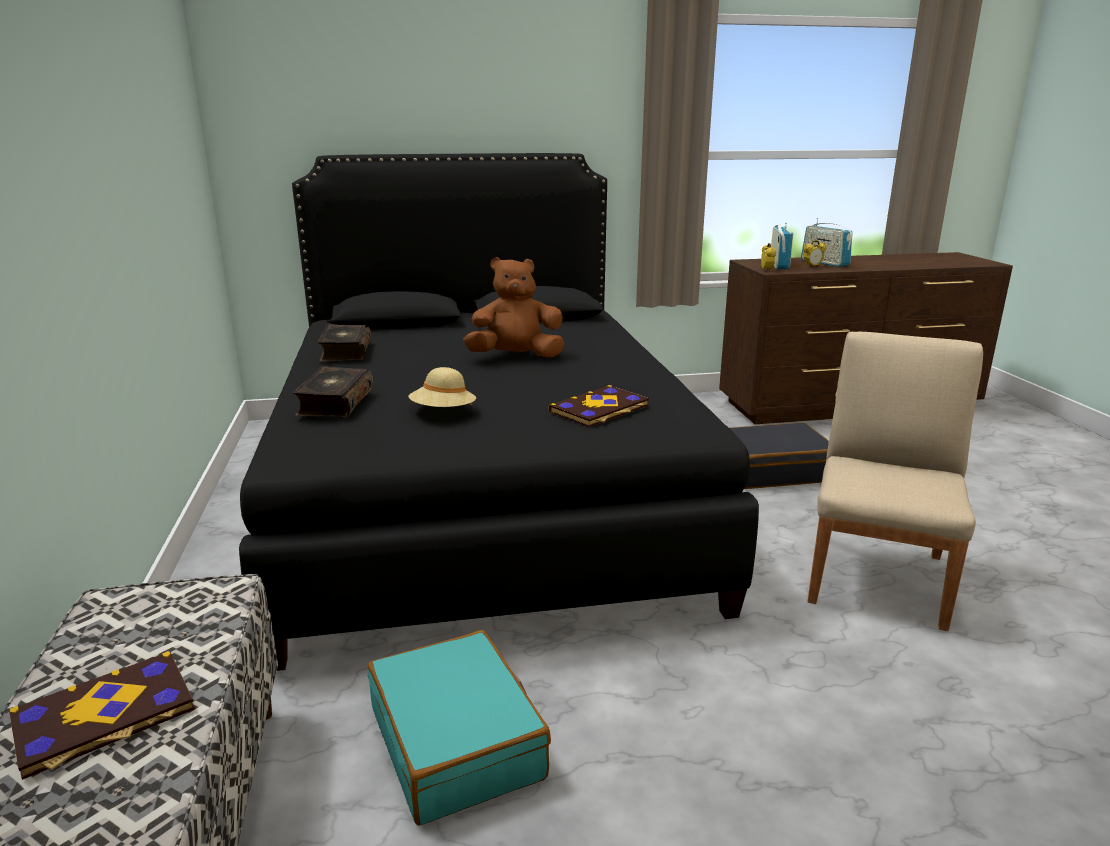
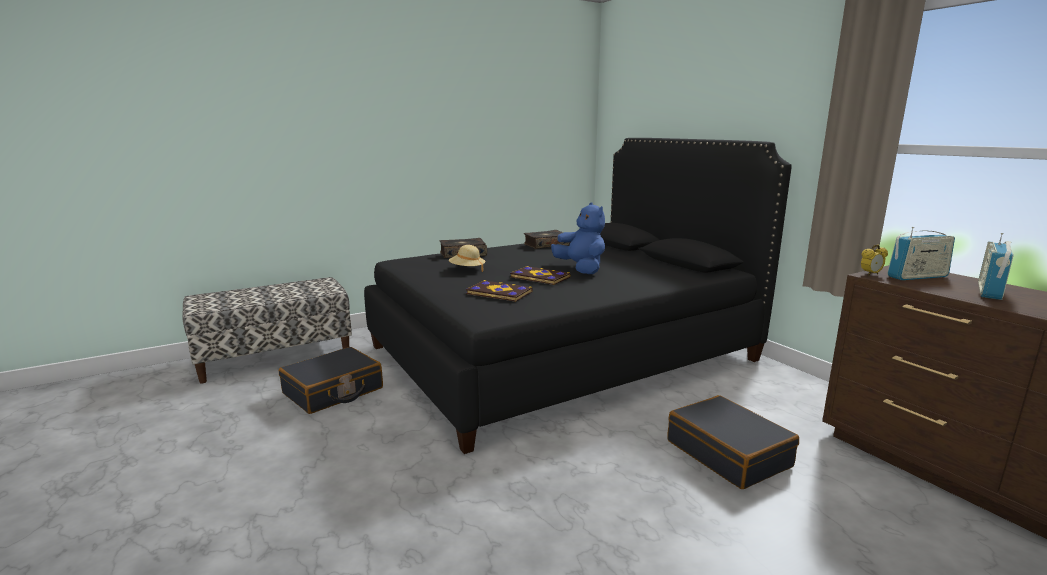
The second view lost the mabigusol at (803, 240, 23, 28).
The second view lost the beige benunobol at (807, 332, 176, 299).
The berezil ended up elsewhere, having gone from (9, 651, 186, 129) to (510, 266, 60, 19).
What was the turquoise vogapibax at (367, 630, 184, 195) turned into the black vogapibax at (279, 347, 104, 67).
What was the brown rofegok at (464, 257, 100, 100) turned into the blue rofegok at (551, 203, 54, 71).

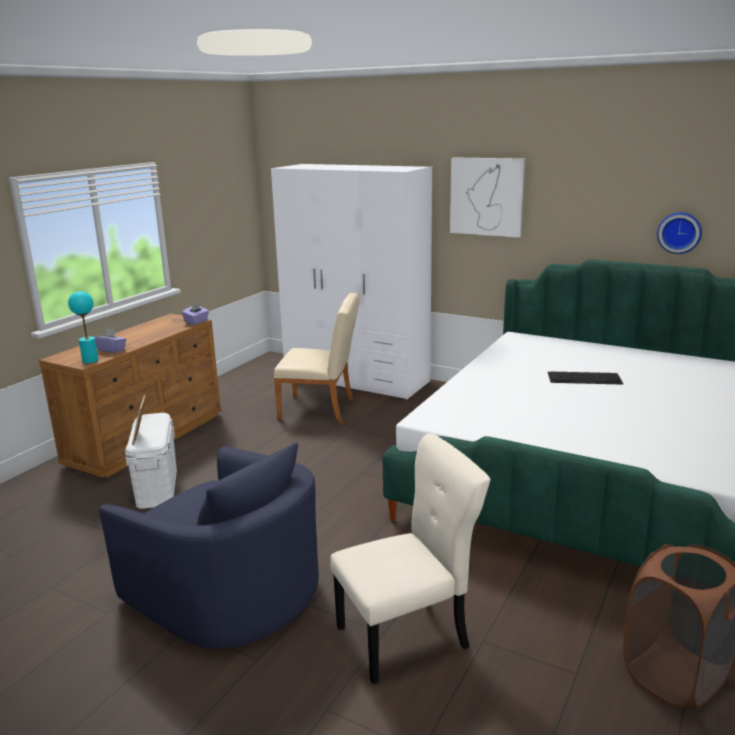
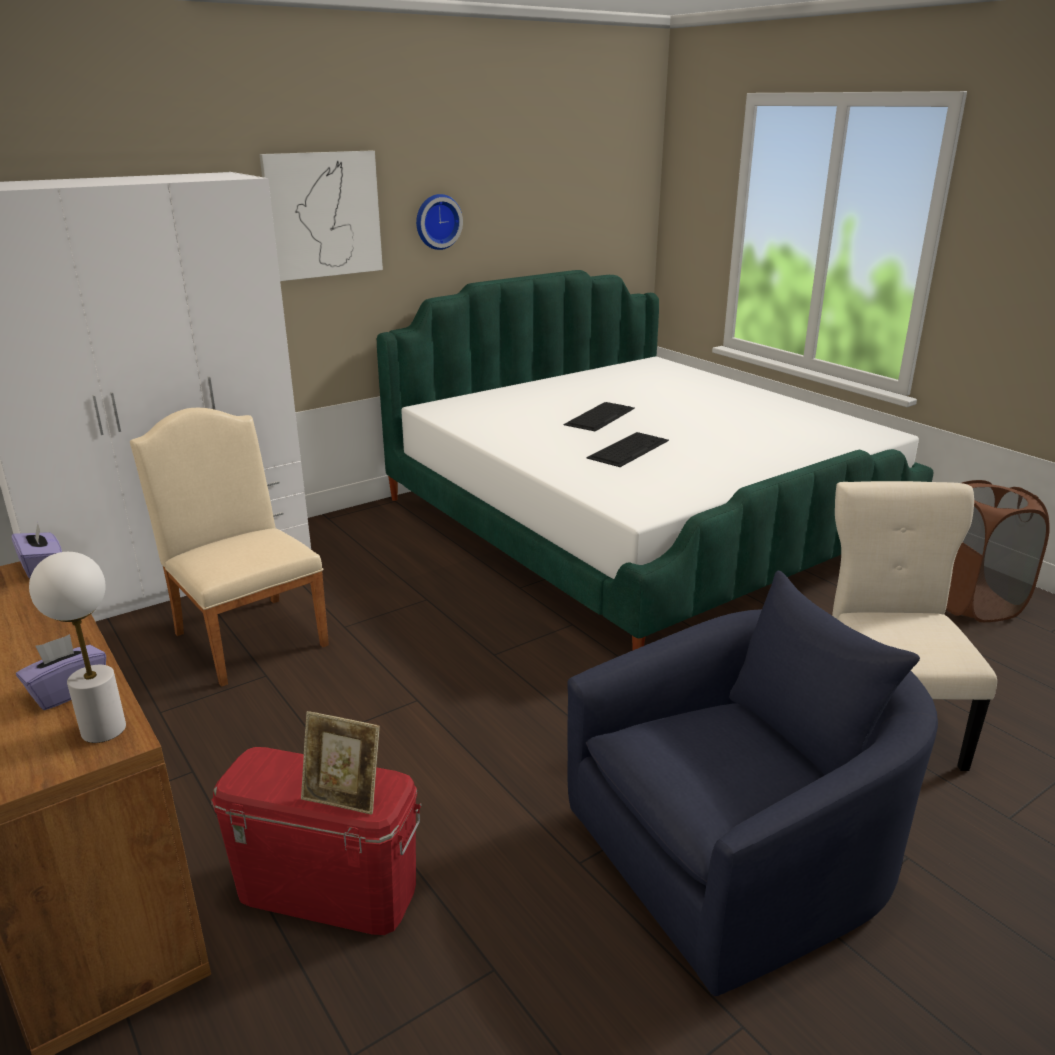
The second view gained the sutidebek at (586, 432, 83, 35).
The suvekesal ended up elsewhere, having gone from (657, 212, 45, 42) to (416, 194, 47, 56).
What was the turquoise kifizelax at (68, 291, 30, 72) turned into the white kifizelax at (29, 552, 97, 191).
What was the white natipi at (125, 413, 52, 95) turned into the red natipi at (211, 747, 210, 188).
The beige benunobol at (274, 293, 86, 131) ended up facing another way, 75 degrees counterclockwise from before.

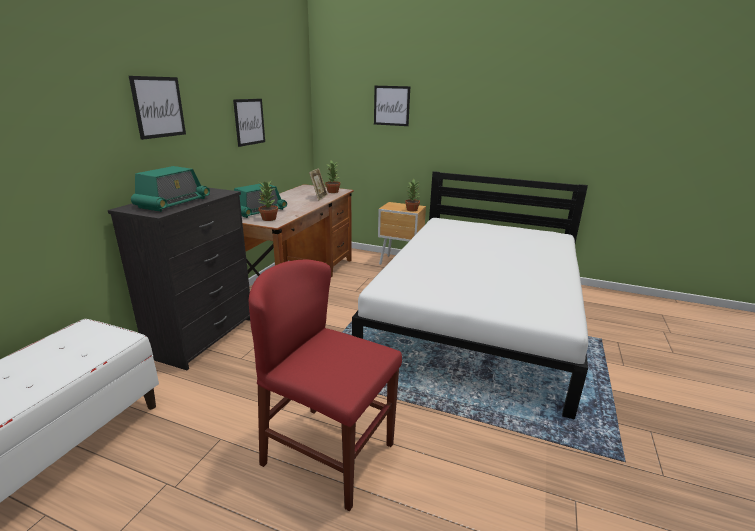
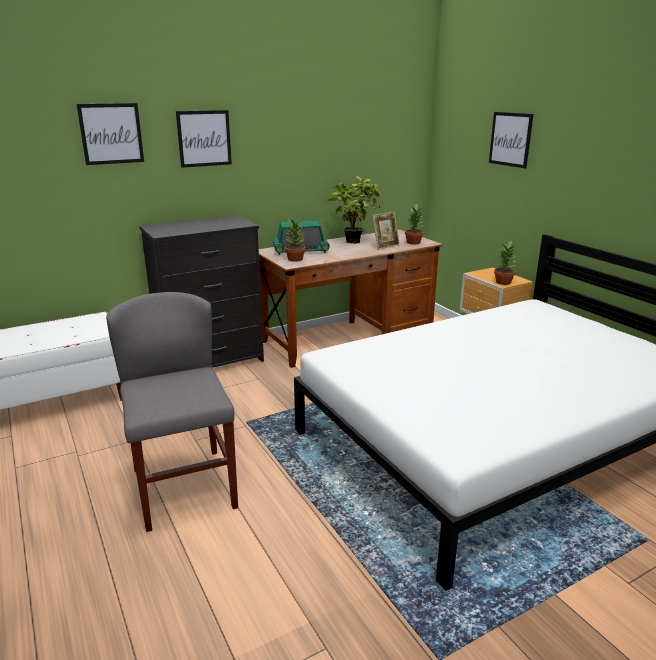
The second view lost the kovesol at (131, 166, 79, 46).
The second view gained the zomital at (328, 176, 54, 68).
The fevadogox ended up elsewhere, having gone from (233, 99, 32, 48) to (77, 103, 67, 62).
What was the red benunobol at (249, 259, 153, 252) turned into the grey benunobol at (106, 292, 132, 240).

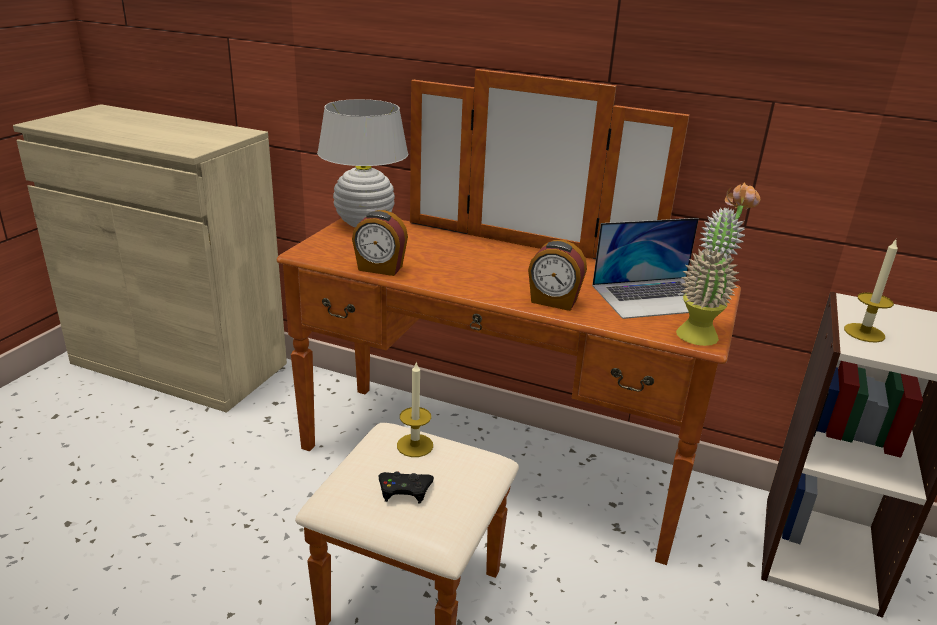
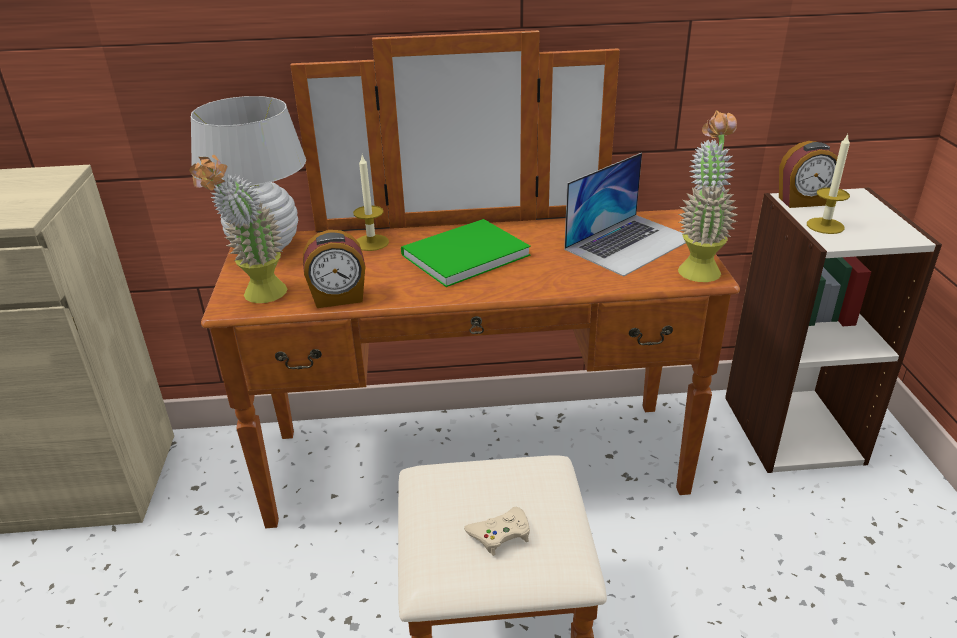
The second view gained the zomital at (189, 155, 98, 148).
The second view gained the green berezil at (401, 219, 130, 68).
The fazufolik ended up elsewhere, having gone from (397, 362, 36, 95) to (353, 155, 36, 96).
The mabigusol ended up elsewhere, having gone from (528, 240, 59, 71) to (779, 141, 59, 67).
What was the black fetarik at (379, 471, 55, 32) turned into the beige fetarik at (464, 507, 66, 49).

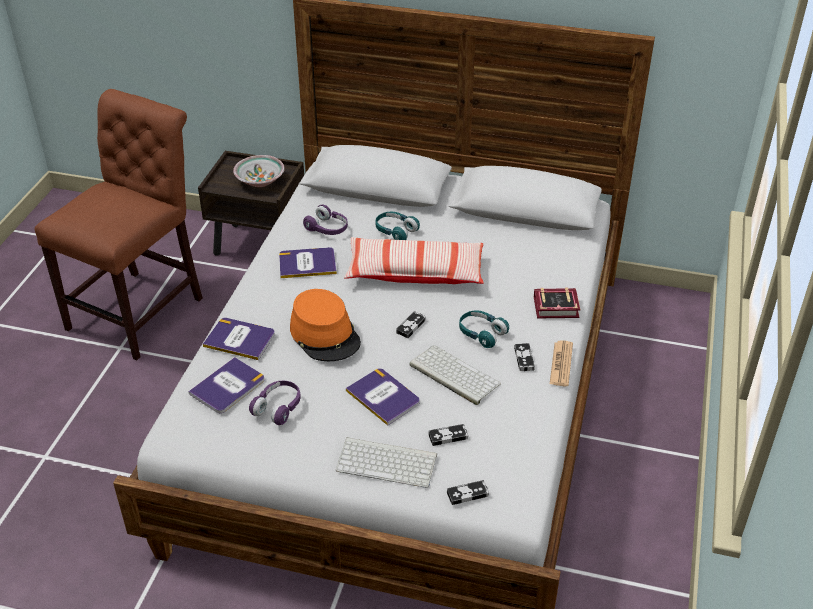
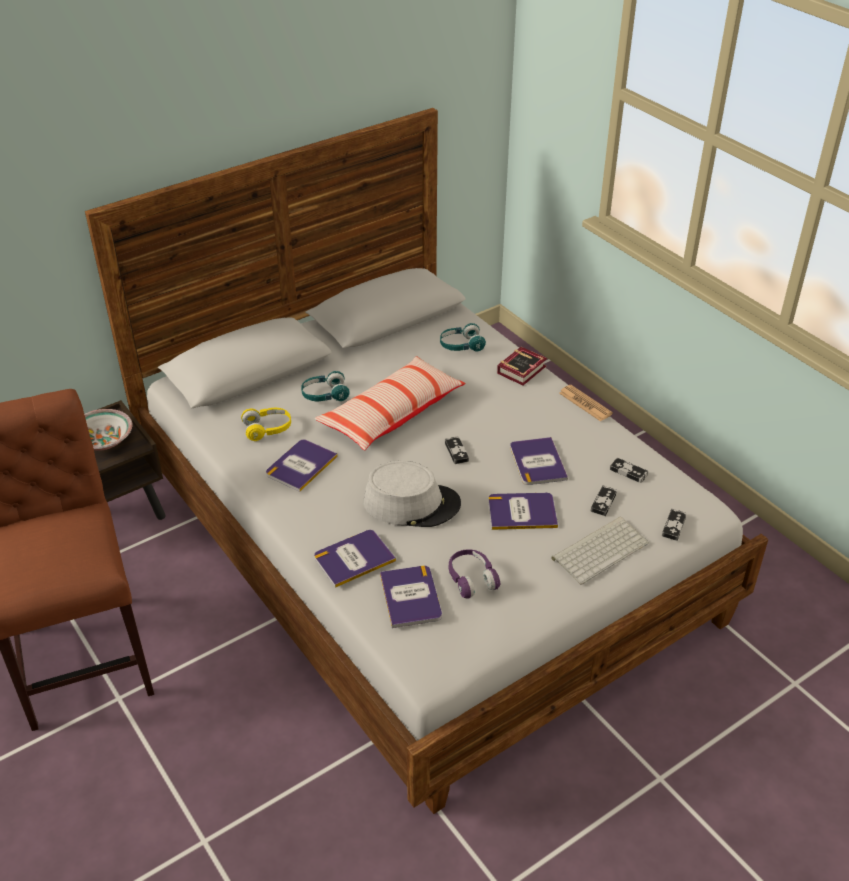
The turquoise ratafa ended up elsewhere, having gone from (459, 310, 50, 38) to (440, 323, 46, 28).
The fetarik ended up elsewhere, having gone from (514, 343, 21, 28) to (610, 458, 38, 25).
Where the sutidebek stood at (409, 345, 92, 60), the berezil came to stand at (510, 437, 58, 48).
What was the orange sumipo at (290, 289, 71, 72) turned into the grey sumipo at (363, 461, 98, 66).
What was the purple ratafa at (303, 205, 45, 30) turned into the yellow ratafa at (241, 407, 50, 34).

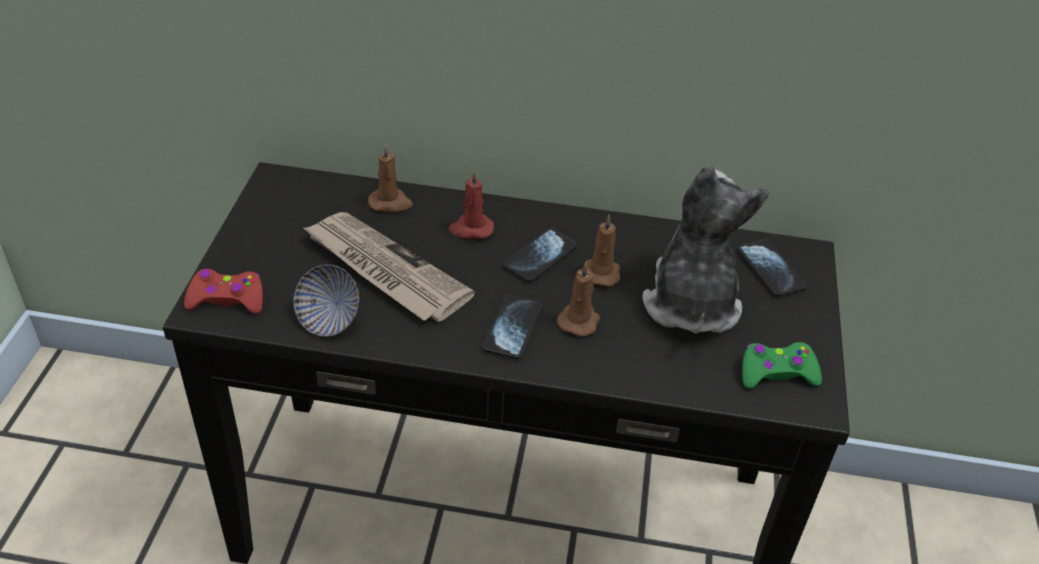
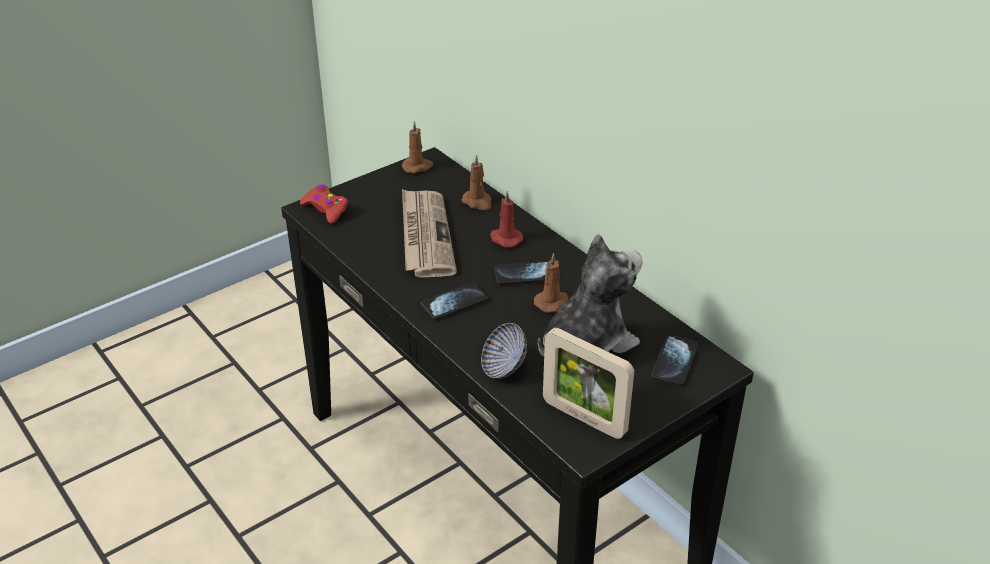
The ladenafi ended up elsewhere, having gone from (293, 264, 66, 73) to (481, 323, 46, 56).
The brown fazufolik ended up elsewhere, having gone from (557, 262, 43, 74) to (402, 121, 31, 52).
Where the green fetarik stood at (742, 342, 80, 47), the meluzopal came to stand at (543, 328, 91, 111).

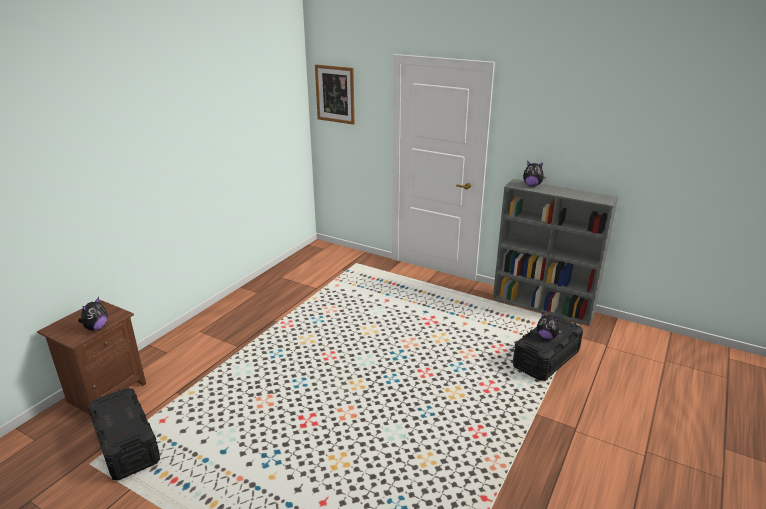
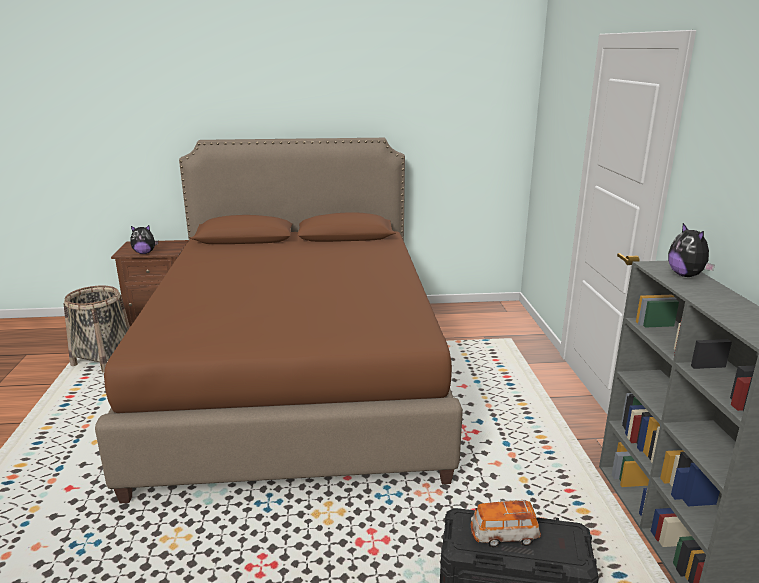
The second view lost the fevadogox at (315, 64, 40, 61).
The second view gained the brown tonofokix at (95, 138, 368, 365).
Where the black natipi stood at (88, 388, 72, 93), the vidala came to stand at (63, 286, 67, 87).
Where the rofegok stood at (537, 313, 25, 26), the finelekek came to stand at (471, 500, 70, 47).

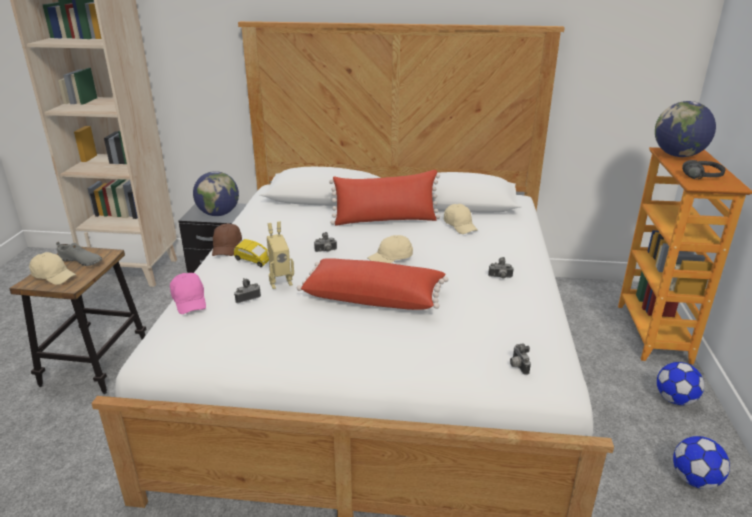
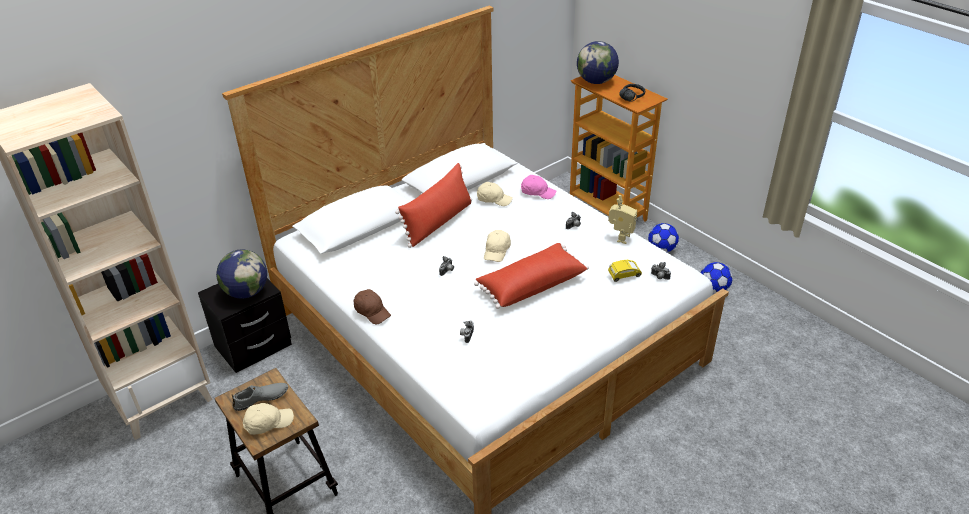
The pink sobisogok ended up elsewhere, having gone from (170, 273, 36, 41) to (521, 175, 35, 24).
The yellow finelekek ended up elsewhere, having gone from (234, 239, 35, 28) to (608, 260, 34, 22).
The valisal ended up elsewhere, having gone from (267, 222, 27, 67) to (608, 195, 29, 49).

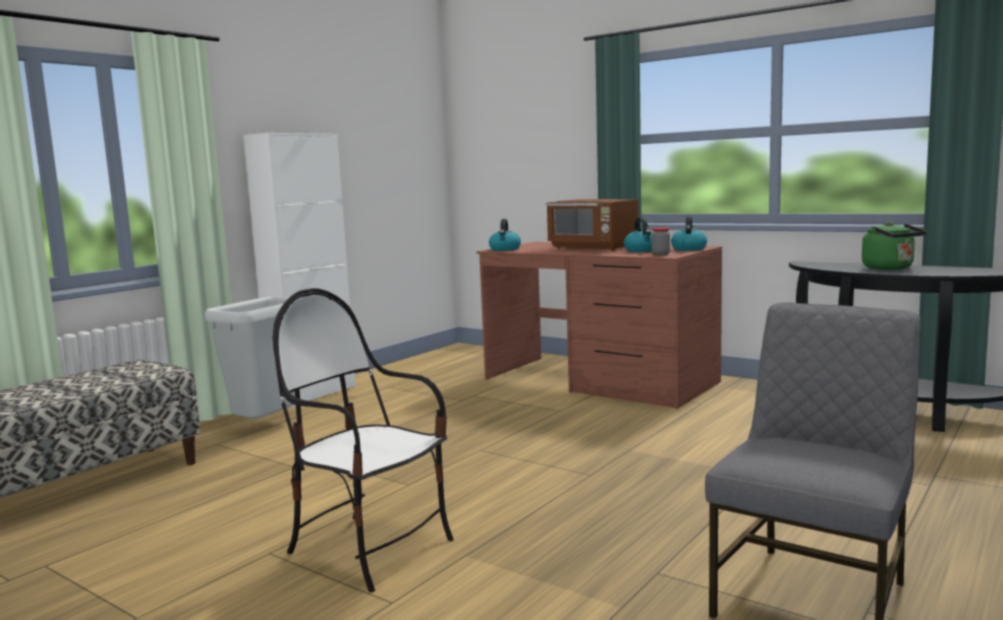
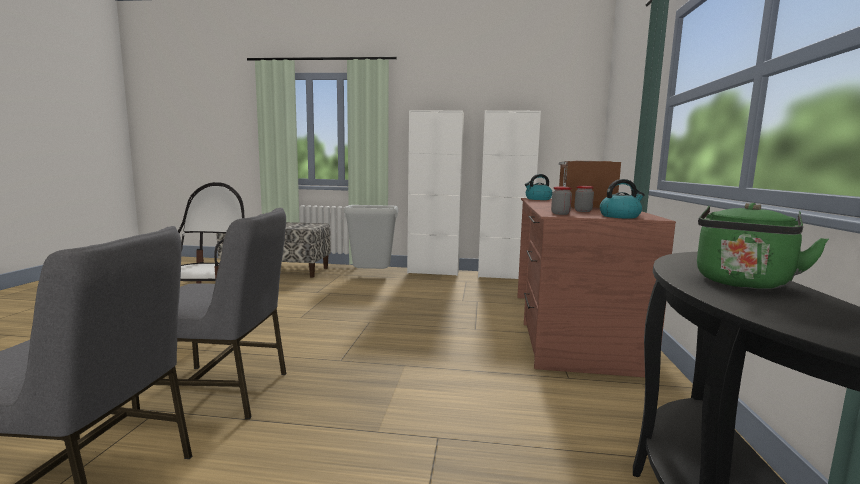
The second view gained the grey benunobol at (132, 208, 154, 211).
The second view gained the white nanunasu at (478, 110, 63, 169).
Where the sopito stood at (624, 217, 29, 35), the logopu came to stand at (574, 186, 20, 26).

